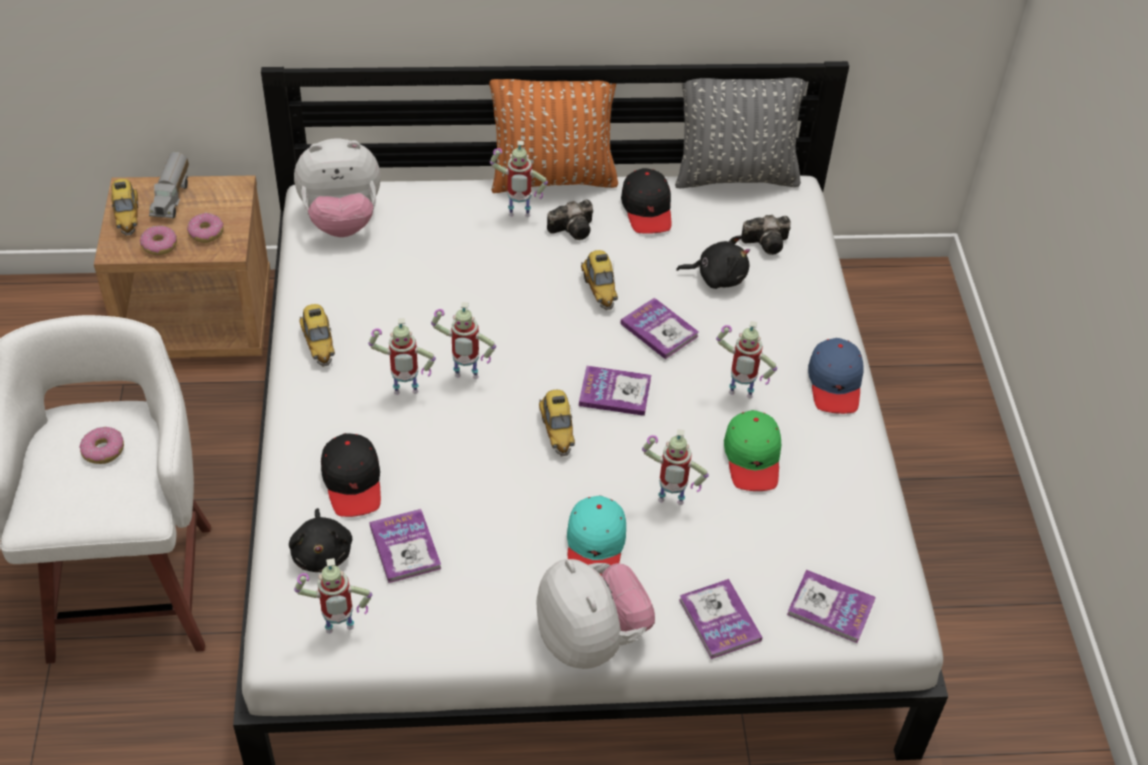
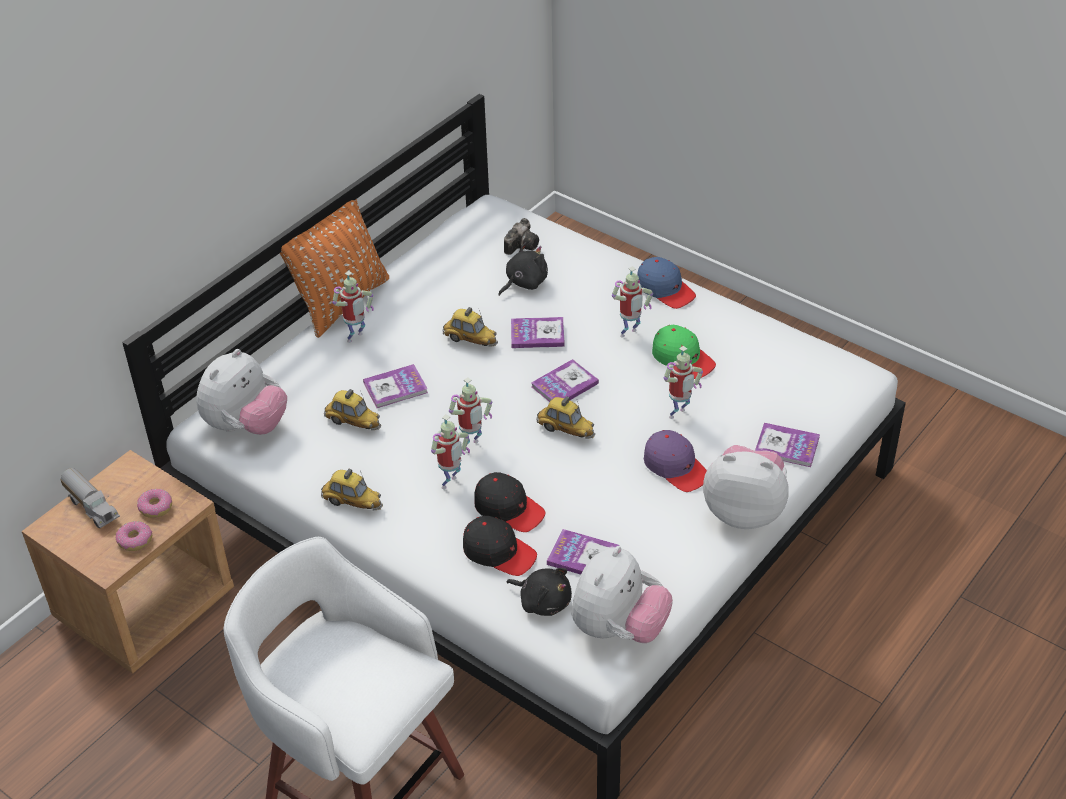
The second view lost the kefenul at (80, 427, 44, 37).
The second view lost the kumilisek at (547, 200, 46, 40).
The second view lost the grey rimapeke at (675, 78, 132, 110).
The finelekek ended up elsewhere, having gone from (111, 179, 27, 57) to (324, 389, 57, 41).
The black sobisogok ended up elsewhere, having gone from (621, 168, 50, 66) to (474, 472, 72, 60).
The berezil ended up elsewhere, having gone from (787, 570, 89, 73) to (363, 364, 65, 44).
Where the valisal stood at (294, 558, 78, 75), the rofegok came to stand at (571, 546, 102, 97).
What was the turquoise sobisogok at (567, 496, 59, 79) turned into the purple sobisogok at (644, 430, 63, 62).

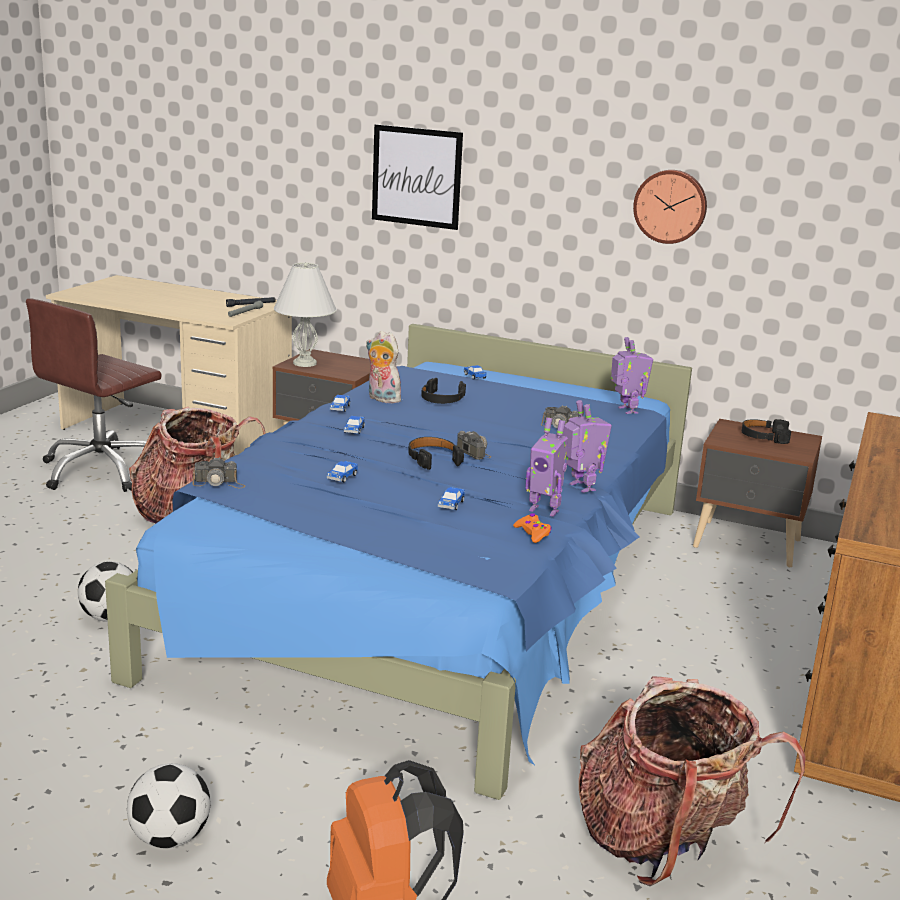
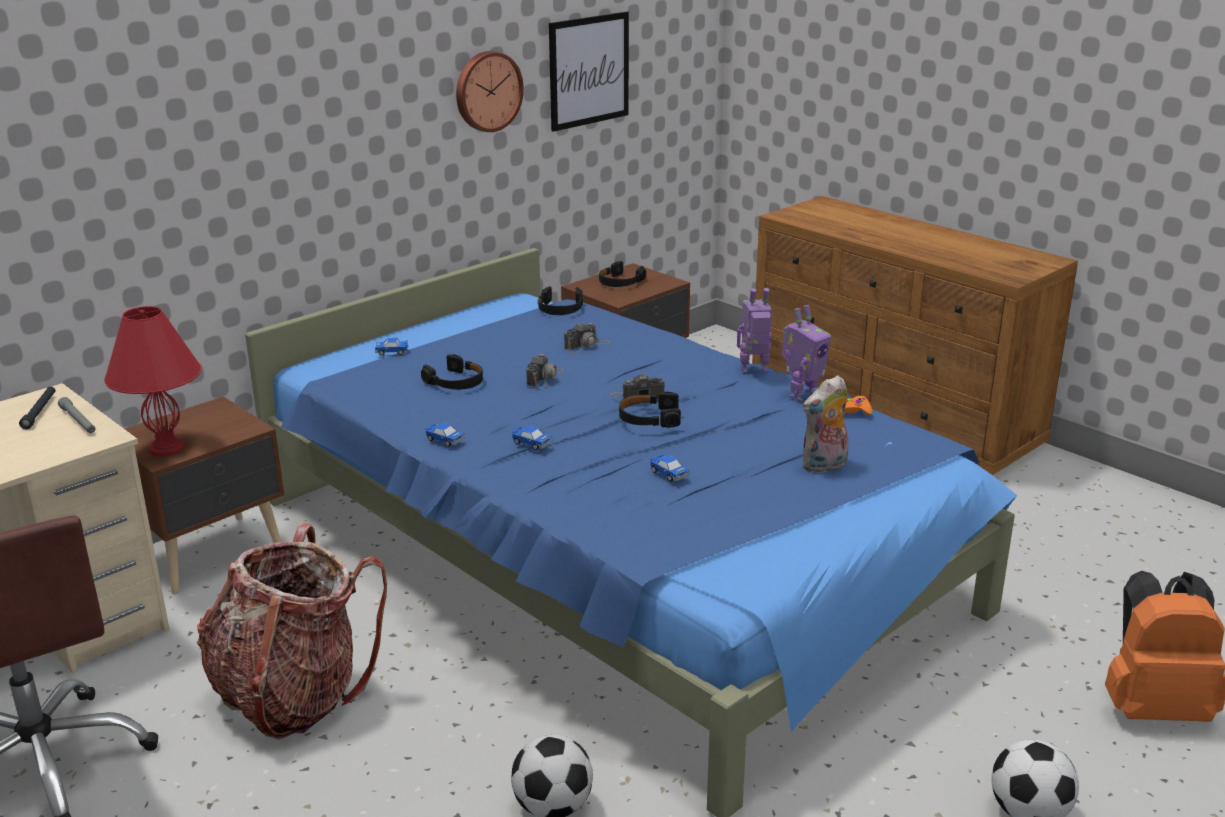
The second view lost the finelekek at (438, 487, 27, 23).
The second view lost the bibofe at (579, 676, 227, 210).
The kumilisek ended up elsewhere, having gone from (192, 457, 53, 31) to (526, 354, 38, 34).
The rofegok ended up elsewhere, having gone from (366, 331, 37, 72) to (803, 375, 46, 98).
The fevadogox ended up elsewhere, having gone from (372, 124, 91, 106) to (549, 11, 80, 121).
Where the valisal stood at (611, 337, 42, 77), the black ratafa came to stand at (538, 286, 45, 29).
What was the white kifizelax at (274, 263, 63, 104) turned into the red kifizelax at (104, 306, 97, 150).

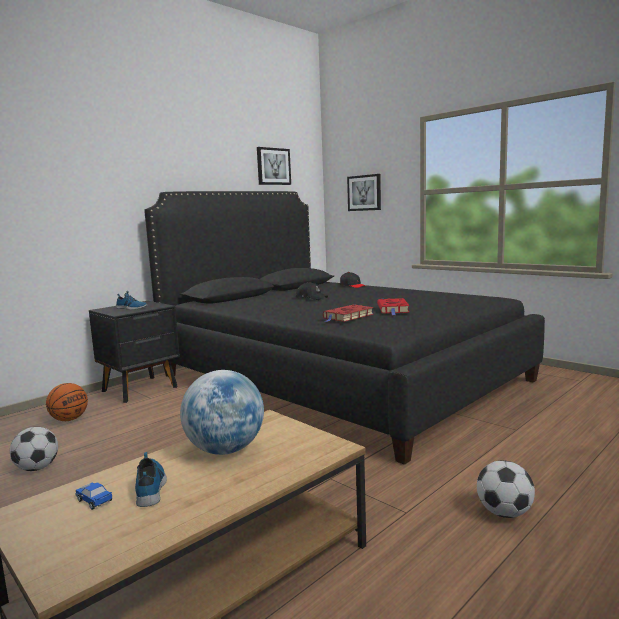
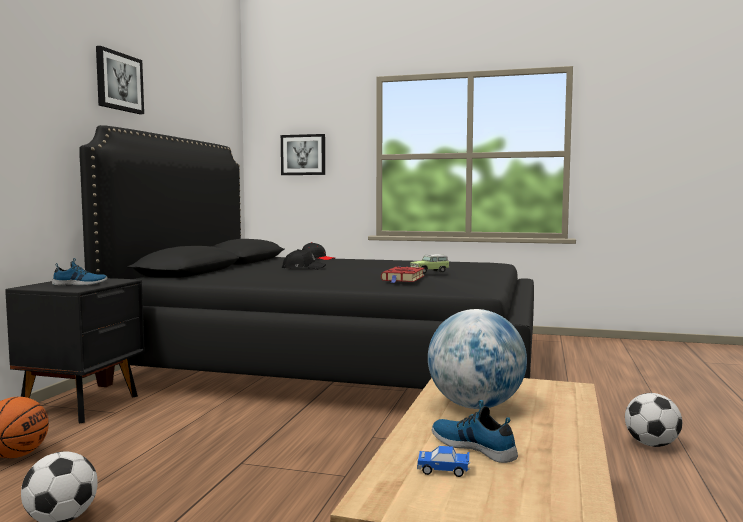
The fevadogox ended up elsewhere, having gone from (257, 147, 34, 38) to (96, 46, 48, 68).
Where the red berezil stood at (377, 298, 32, 17), the finelekek came to stand at (411, 254, 38, 20).

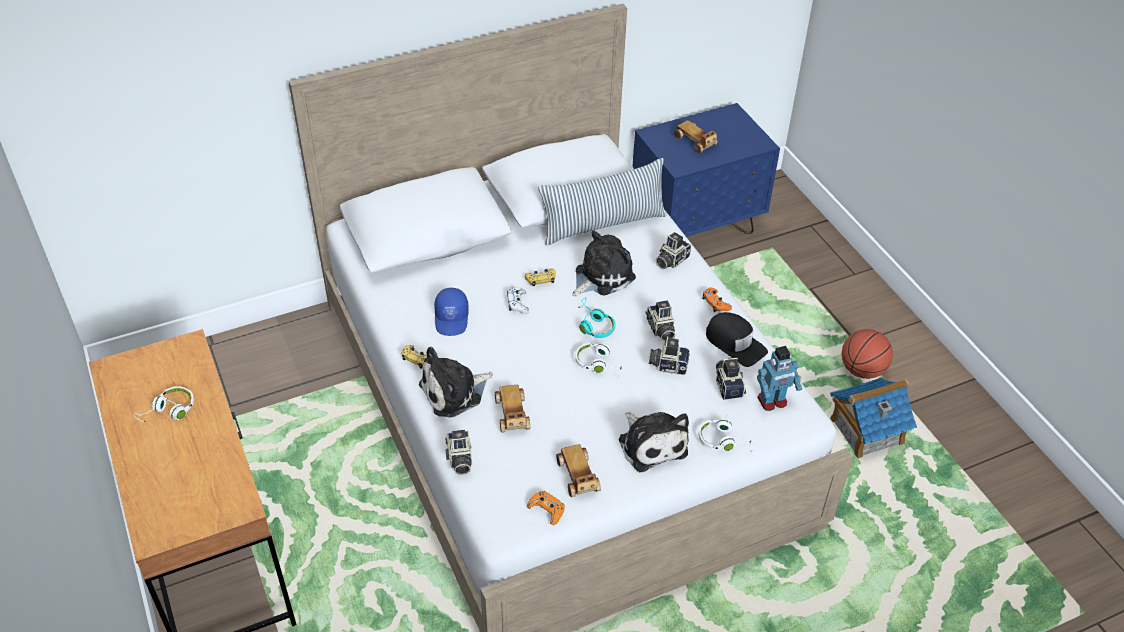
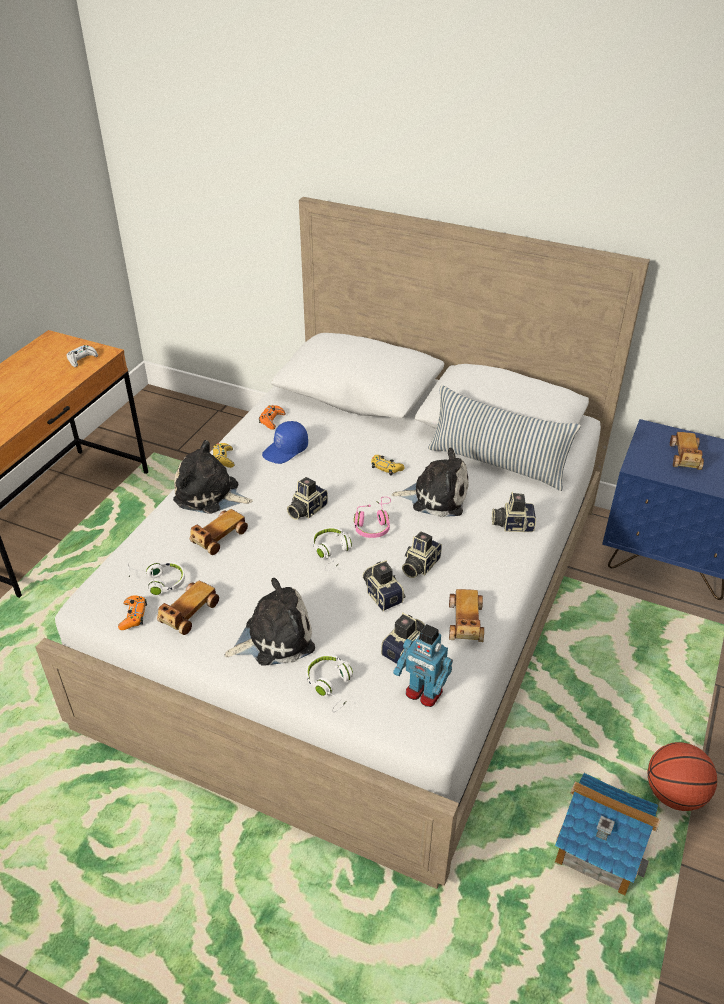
The white ratafa ended up elsewhere, having gone from (134, 386, 60, 36) to (127, 562, 58, 33).
The kumilisek ended up elsewhere, having gone from (445, 430, 27, 45) to (287, 477, 41, 43).
The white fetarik ended up elsewhere, having gone from (507, 287, 22, 27) to (67, 345, 31, 22).
The orange fetarik ended up elsewhere, having gone from (702, 288, 30, 24) to (259, 405, 27, 25).
Where the black sobisogok stood at (706, 312, 62, 55), the finelekek came to stand at (449, 589, 35, 53).
What was the turquoise ratafa at (579, 298, 36, 40) turned into the pink ratafa at (354, 497, 37, 41).
The rofegok at (619, 412, 70, 60) ended up facing another way, 135 degrees counterclockwise from before.

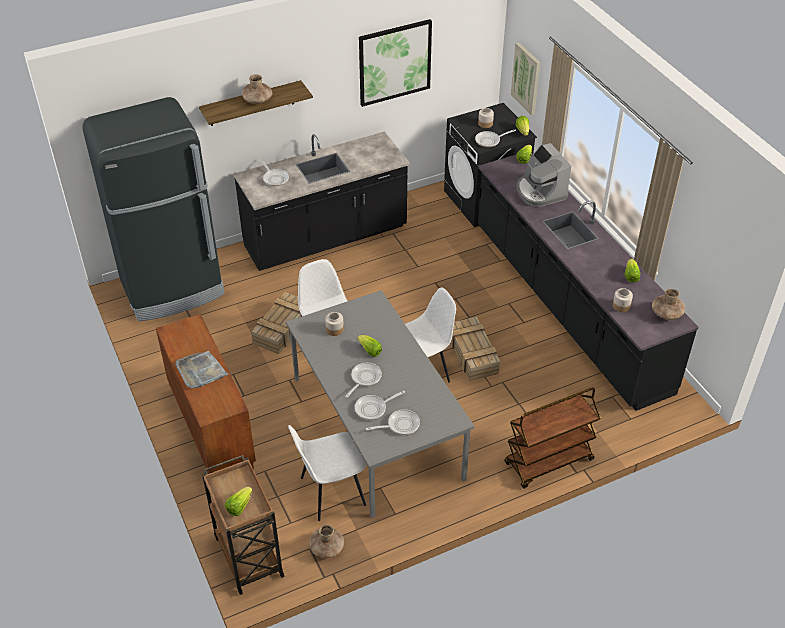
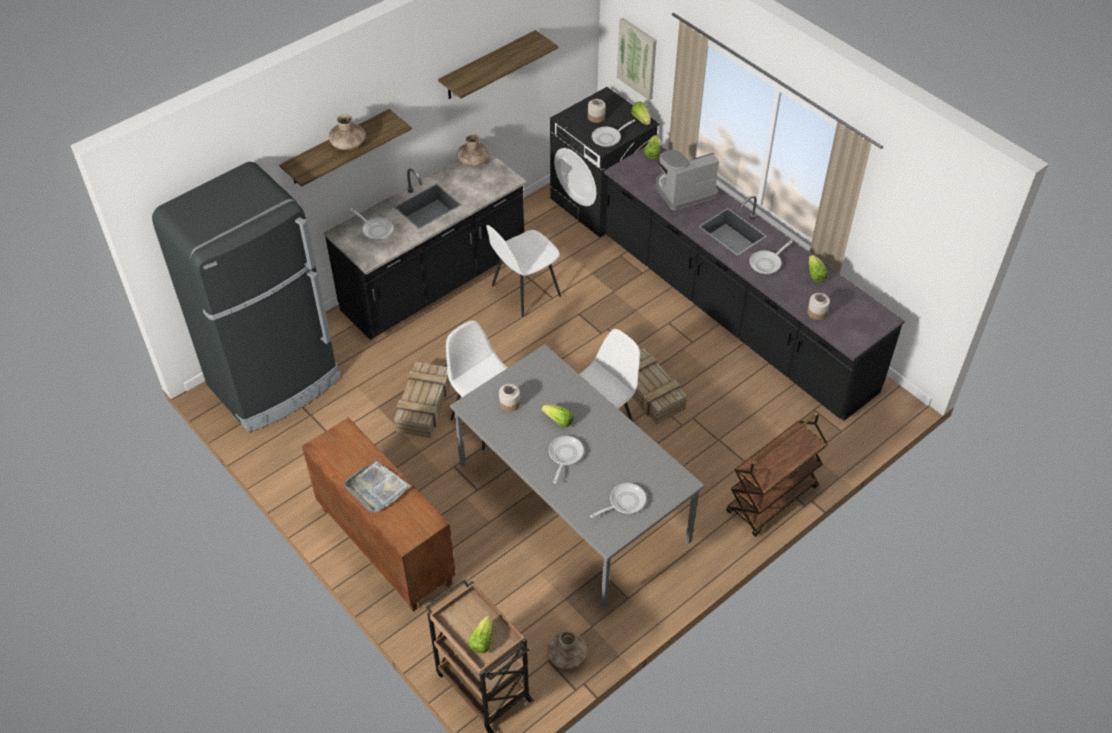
The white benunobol ended up elsewhere, having gone from (288, 425, 78, 96) to (486, 225, 75, 92).
The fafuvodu ended up elsewhere, having gone from (355, 391, 50, 29) to (750, 240, 43, 34).
The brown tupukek ended up elsewhere, having gone from (652, 289, 33, 31) to (457, 134, 33, 32).
Where the fevadogox hung at (359, 19, 73, 88), the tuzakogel came to hang at (438, 30, 121, 69).
The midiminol at (517, 143, 54, 64) ended up facing another way, 105 degrees clockwise from before.

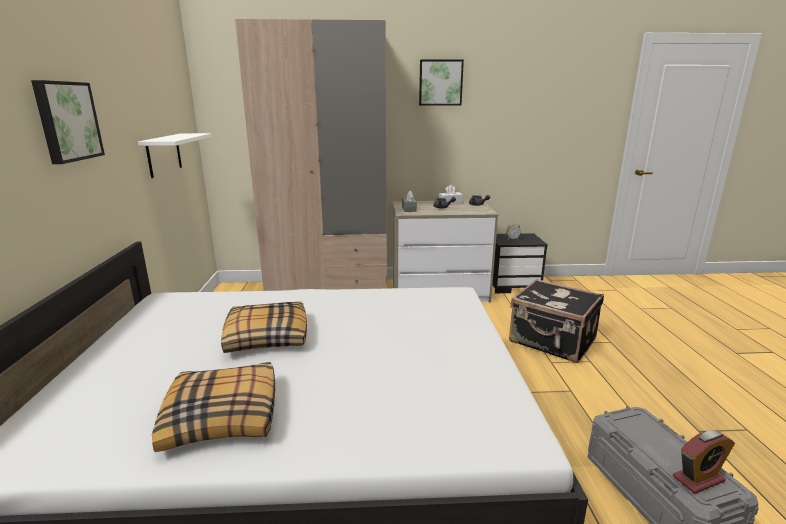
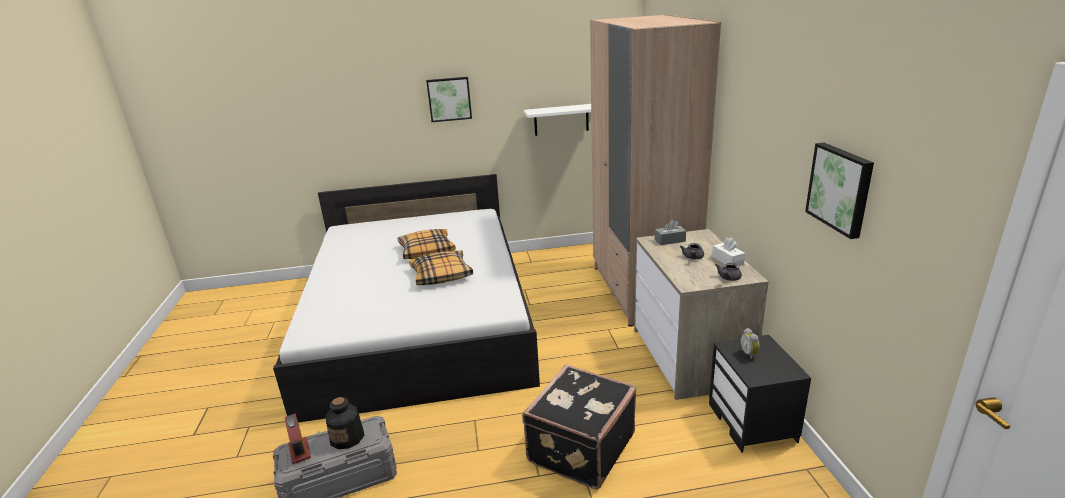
The second view gained the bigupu at (326, 397, 38, 52).
The rimapeke ended up elsewhere, having gone from (152, 362, 123, 90) to (409, 251, 64, 34).
The fevadogox ended up elsewhere, having gone from (419, 59, 45, 47) to (805, 143, 69, 96).

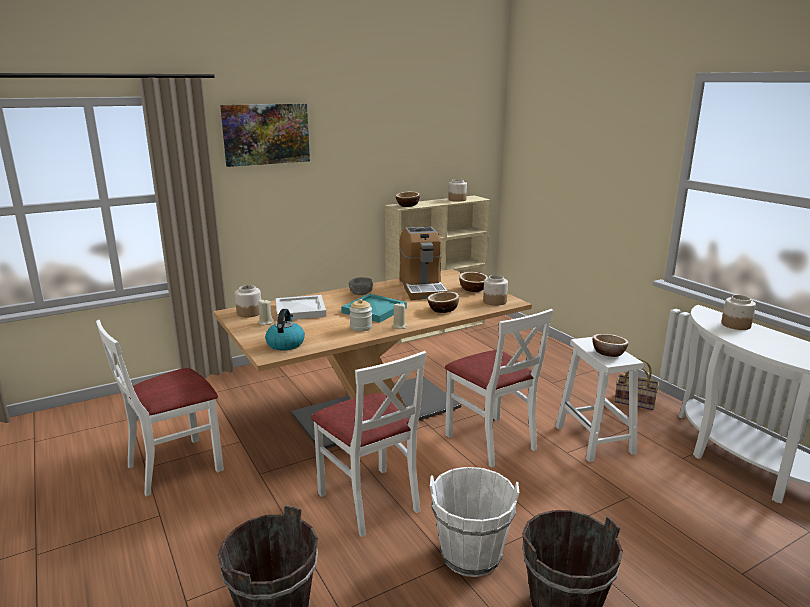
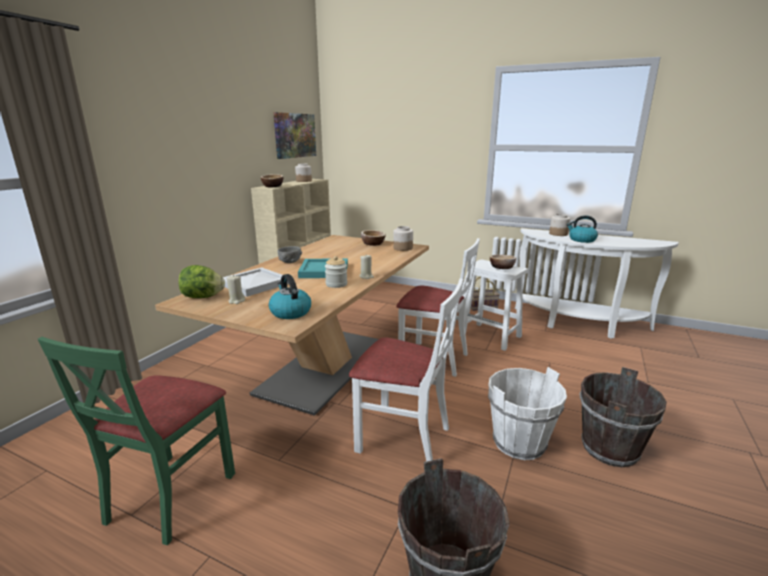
The second view lost the midiminol at (399, 227, 49, 73).
The second view lost the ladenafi at (427, 292, 32, 21).
The second view gained the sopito at (567, 215, 31, 28).
The fevadogox ended up elsewhere, having gone from (220, 104, 90, 63) to (273, 112, 43, 47).
Where the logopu stood at (235, 285, 26, 33), the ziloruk came to stand at (179, 265, 46, 33).
What was the white benunobol at (96, 320, 128, 177) turned into the green benunobol at (38, 337, 197, 208).

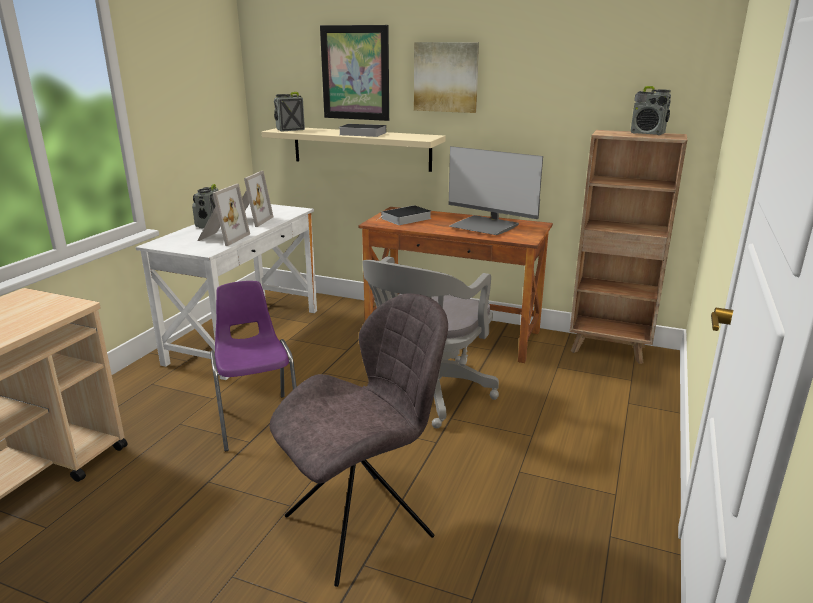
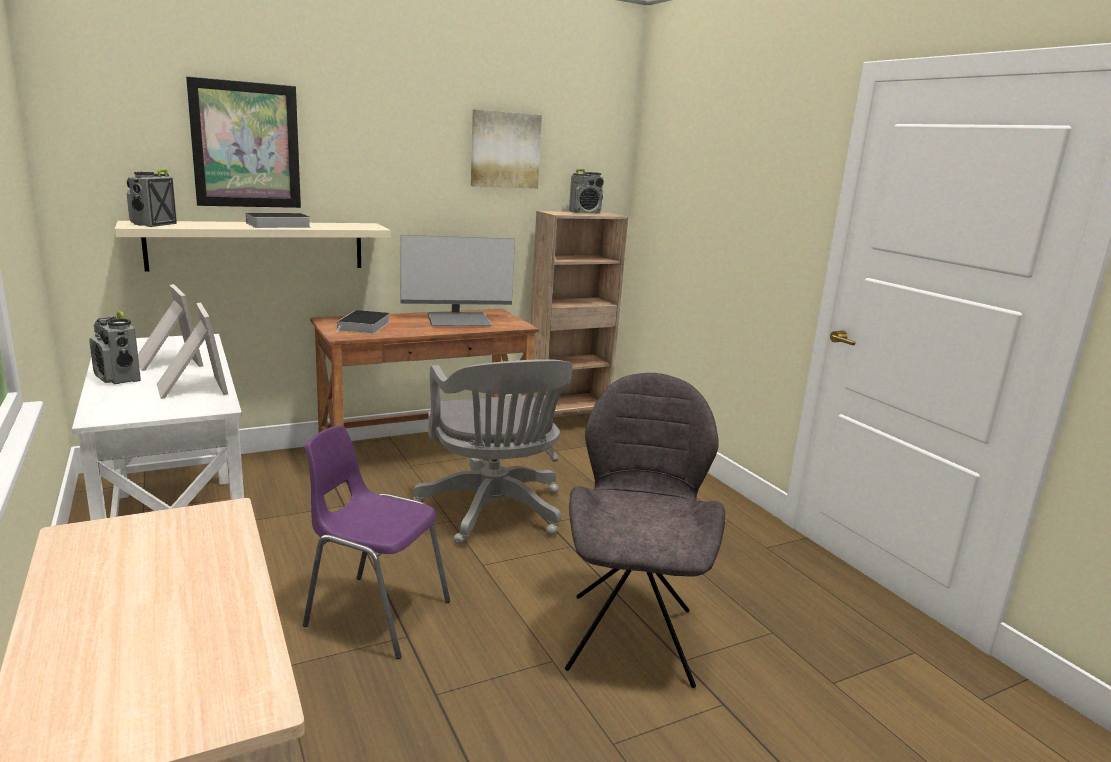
The fevadogox ended up elsewhere, having gone from (414, 42, 65, 71) to (471, 109, 71, 80).

